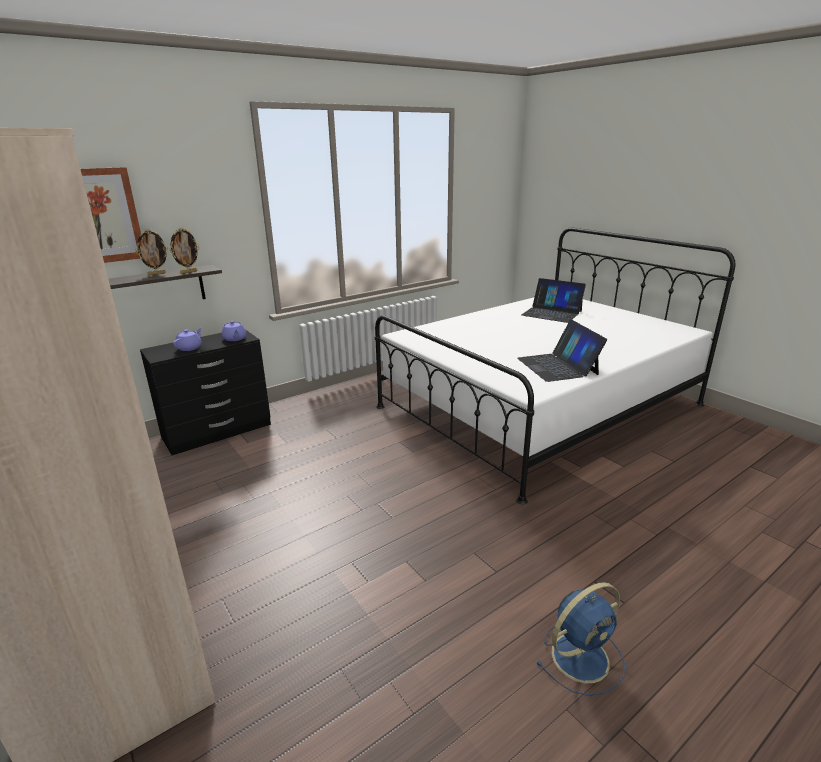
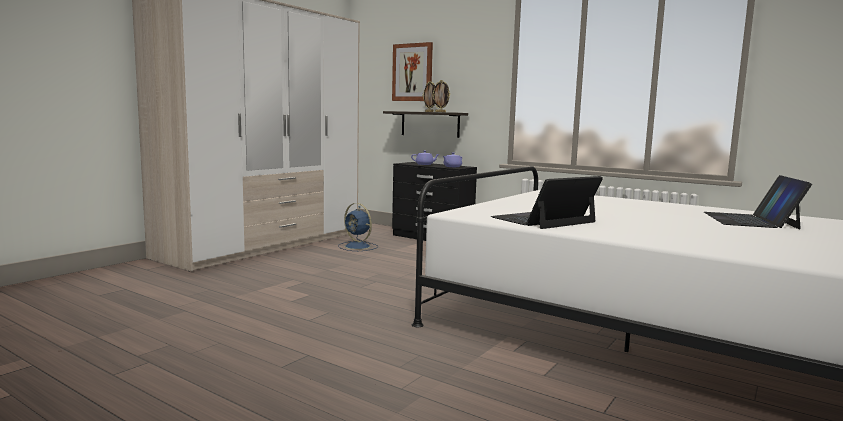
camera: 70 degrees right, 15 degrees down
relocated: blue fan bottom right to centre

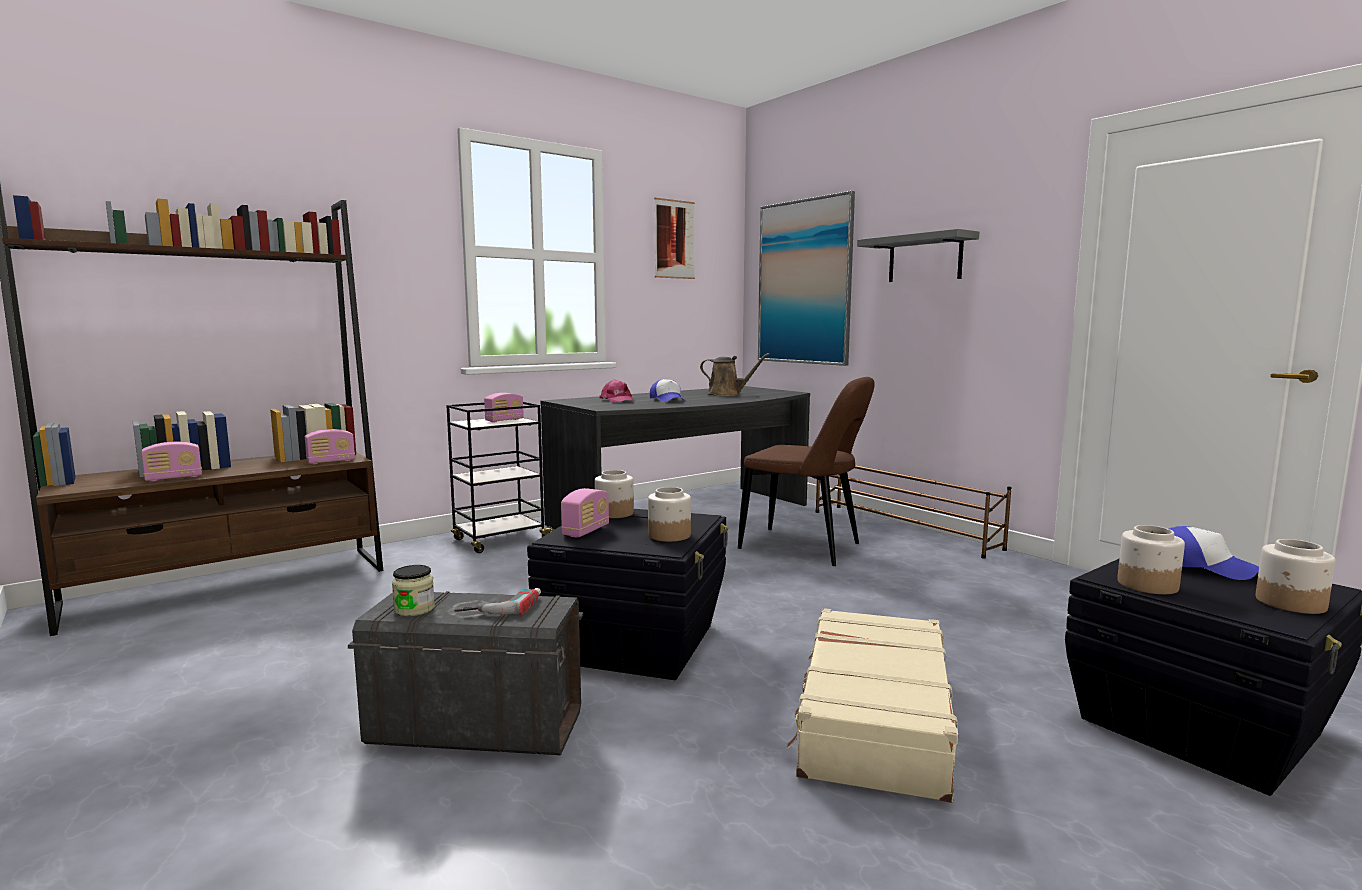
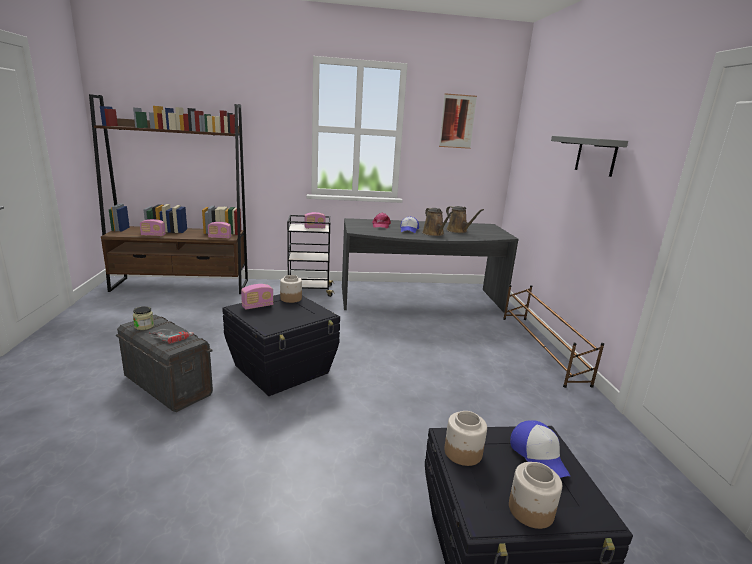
camera: 30 degrees right, 10 degrees up
missing: jar (no. 3 from left) centre; brown chair centre; picture (no. 2 from left) top centre; beige suitcase bottom centre
appeared: brown watering can (no. 1 from left) centre

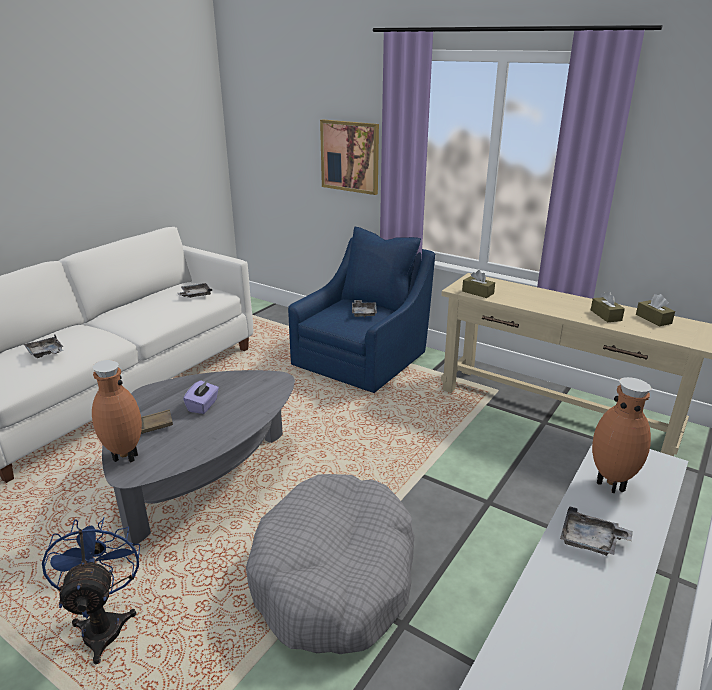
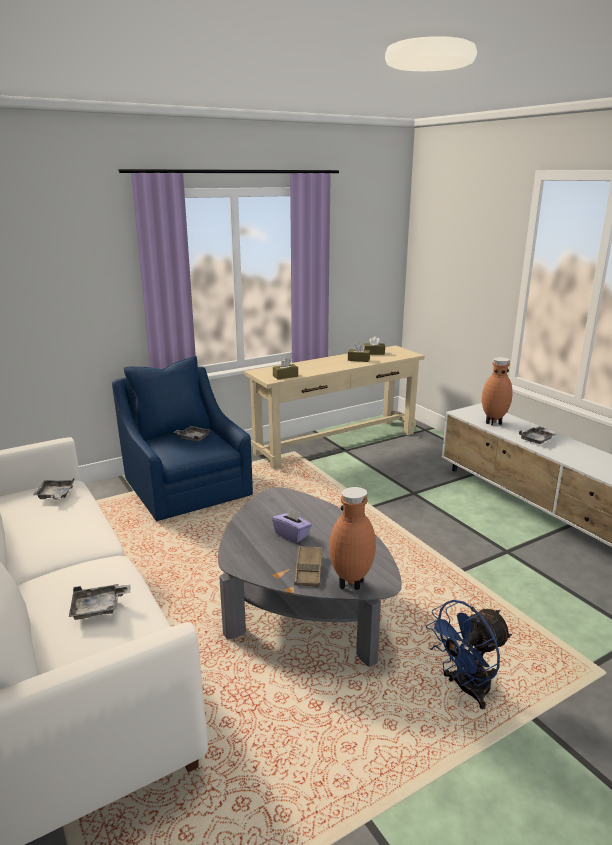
camera: 65 degrees left, 5 degrees down
missing: grey dog bed bottom centre; picture top centre
spun: blue fan bottom left = bottom right 45 degrees counterclockwise

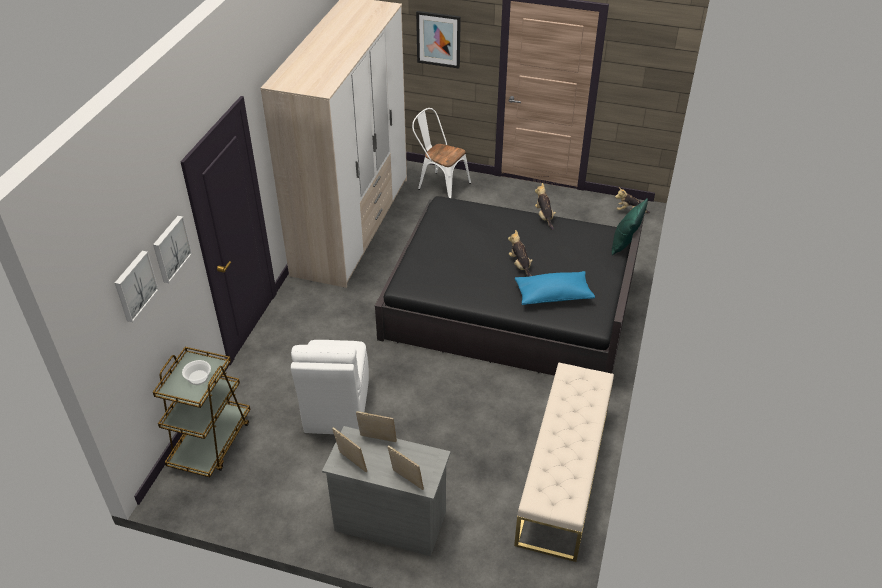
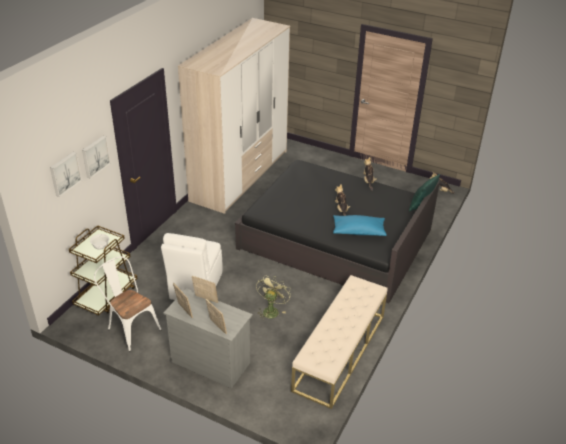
camera: 10 degrees right, 5 degrees down
missing: picture (no. 3 from left) top centre
appeared: green fan bottom centre
relocated: white chair (no. 2 from left in the first image) top centre to white chair (no. 1 from left) bottom left

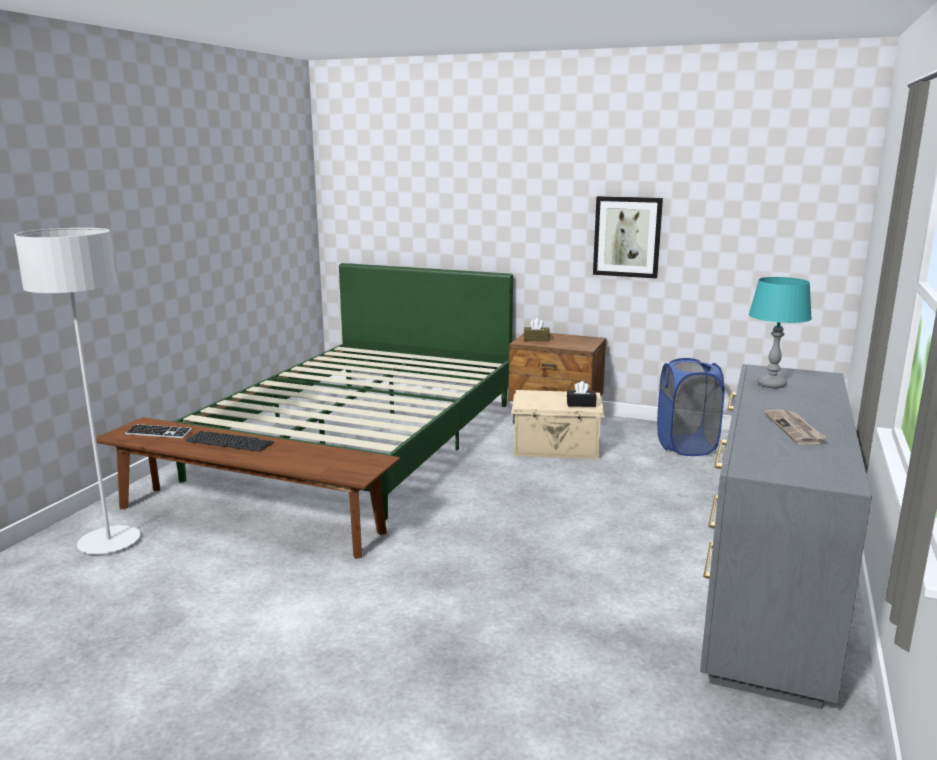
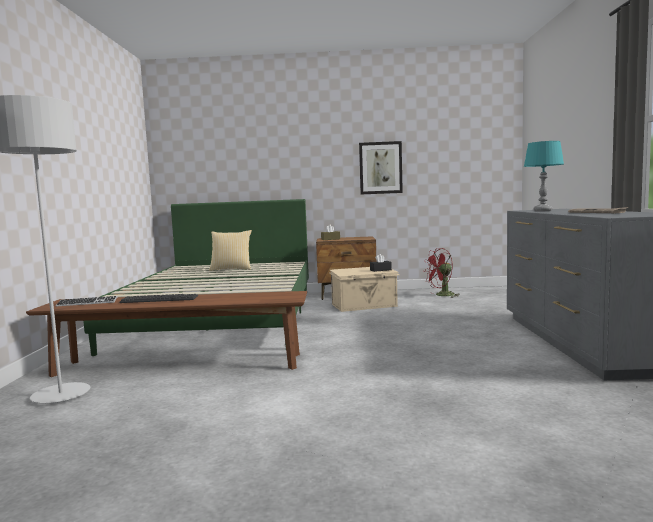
camera: 20 degrees left, 10 degrees down
appeared: pillow centre
exchanged: blue laundry basket middle right to red fan middle right

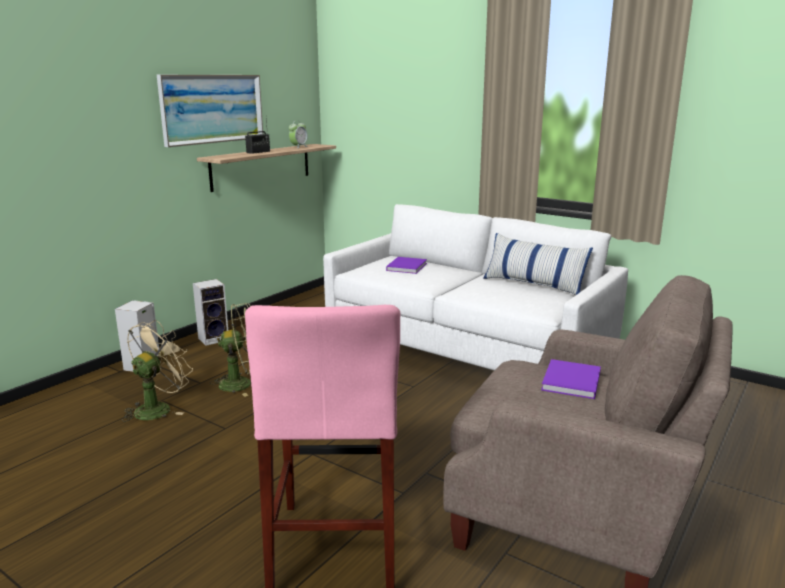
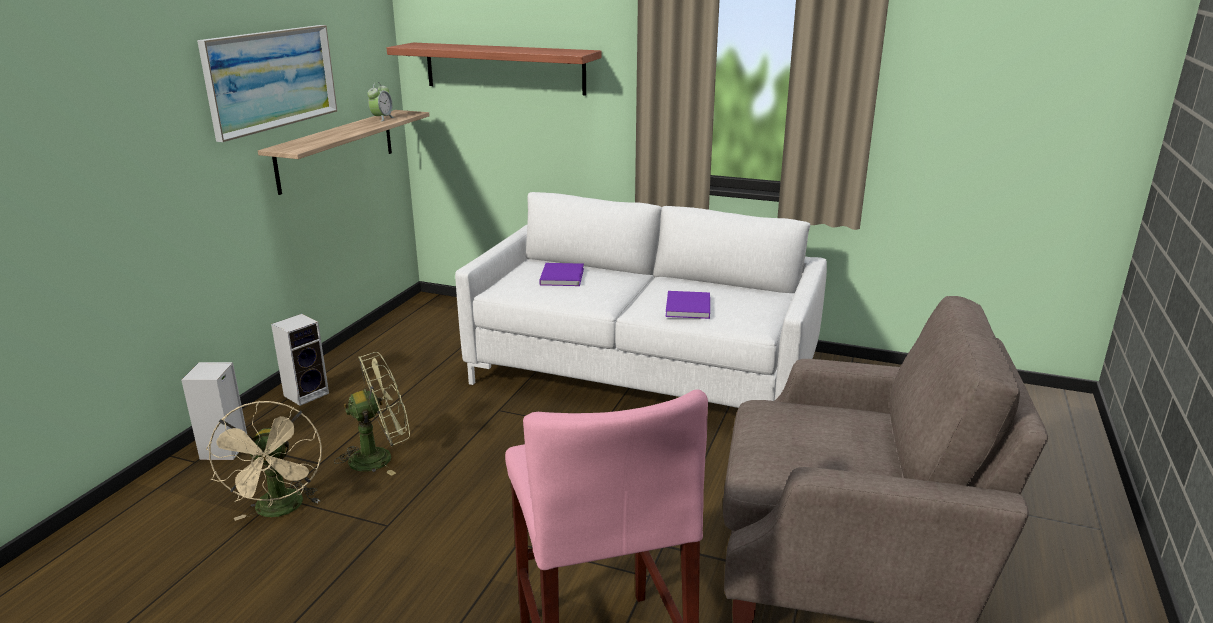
camera: 15 degrees left, 5 degrees up
missing: radio top left; pillow middle right
appeared: shelf (no. 2 from left) top centre
relocated: purple book (no. 2 from left) middle right to centre
spun: beige fan middle left = bottom left 150 degrees clockwise

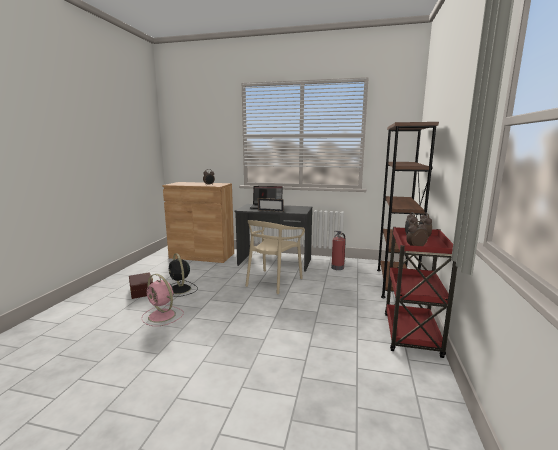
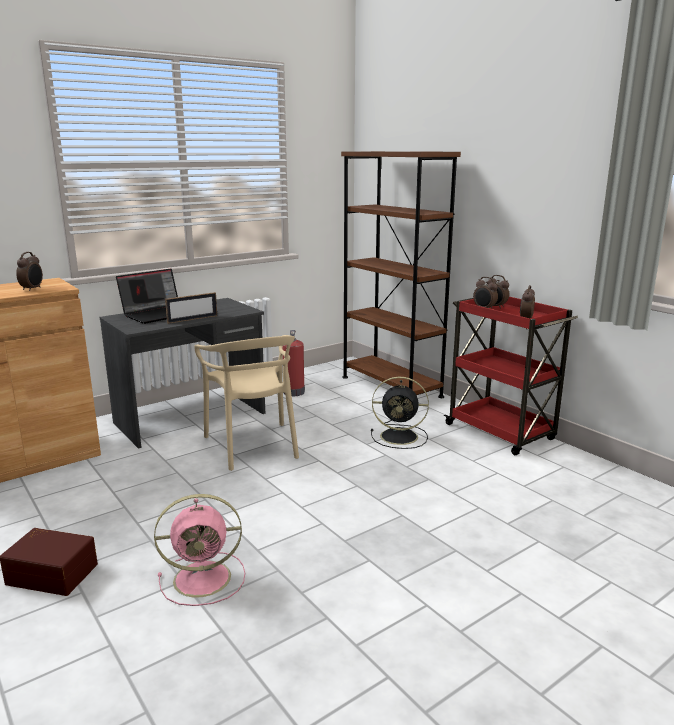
camera: 50 degrees left, 5 degrees up
relocated: black fan middle left to centre

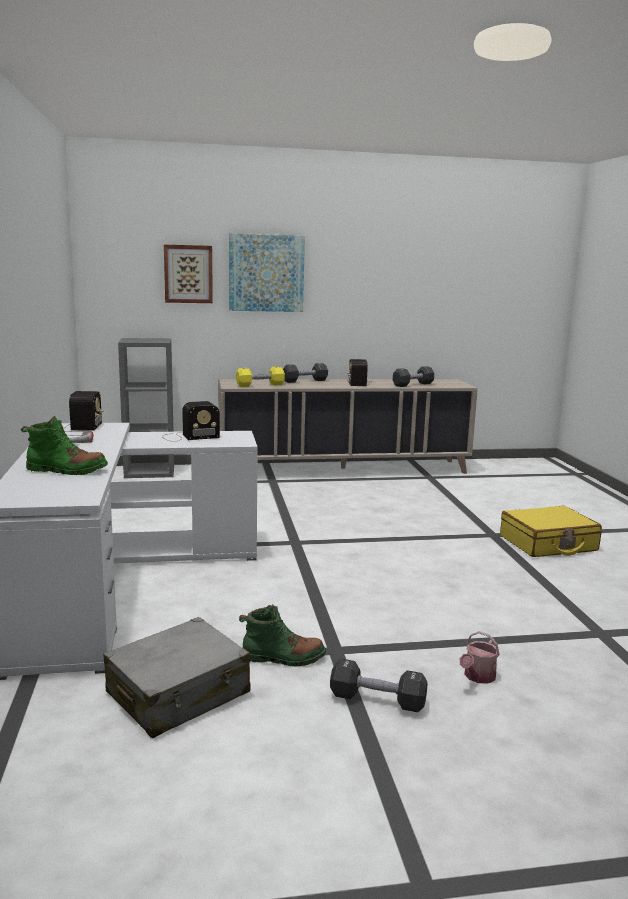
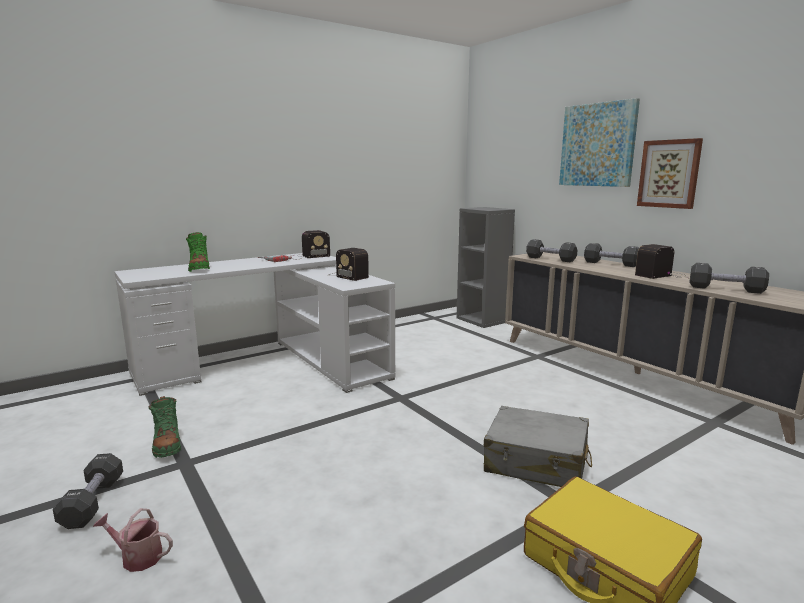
camera: 65 degrees right, 0 degrees up
relocated: grey suitcase bottom left to bottom right; picture (no. 1 from left in the first image) top left to picture (no. 2 from left) top right
colour: yellow dumbbell centre to black dumbbell (no. 2 from left) middle right

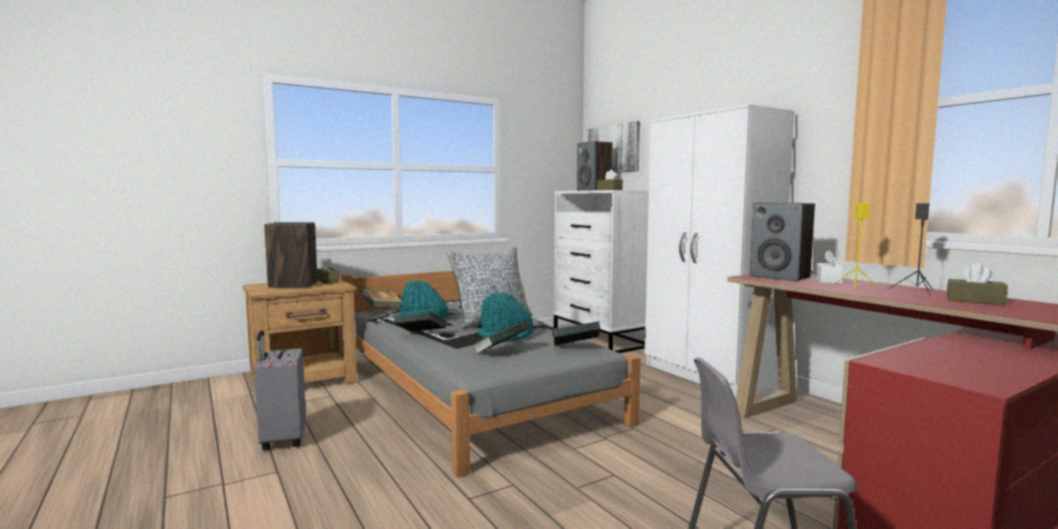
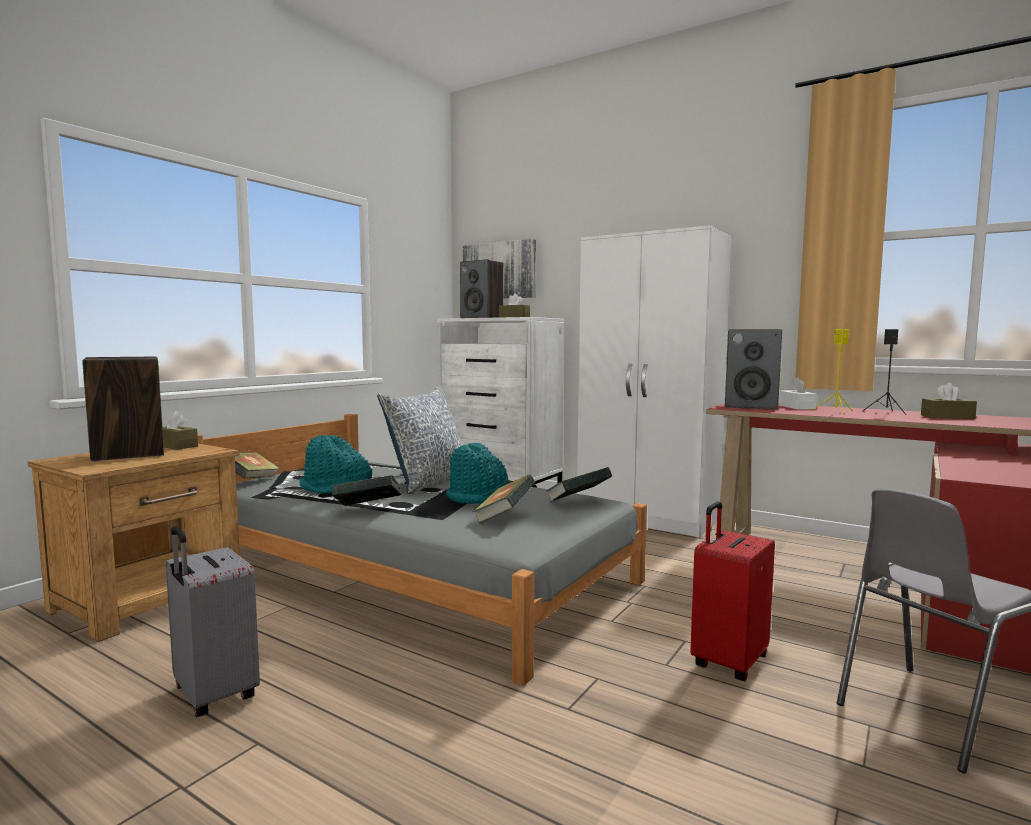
camera: 25 degrees left, 0 degrees up
appeared: red suitcase bottom right

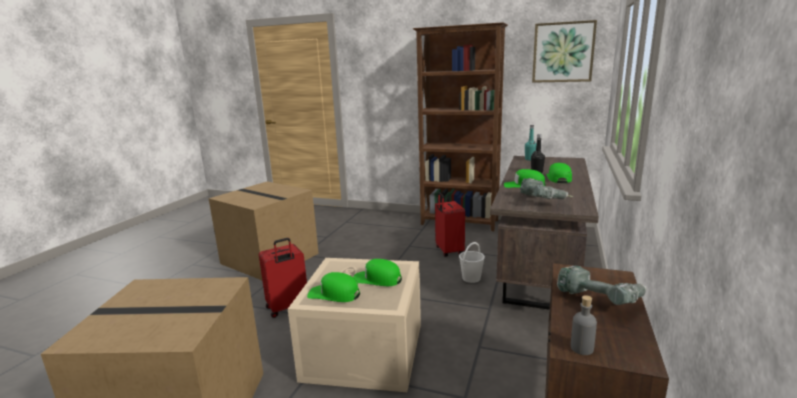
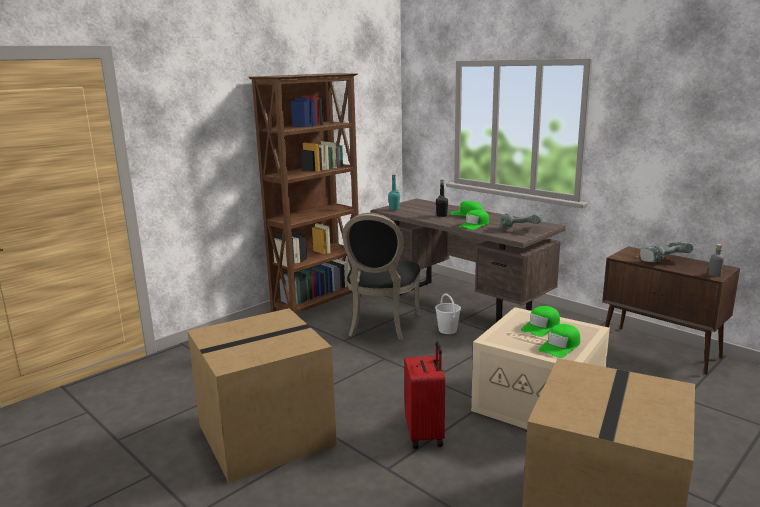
camera: 65 degrees left, 0 degrees up
missing: picture top right
exchanged: red suitcase (no. 2 from left) centre to black chair centre

